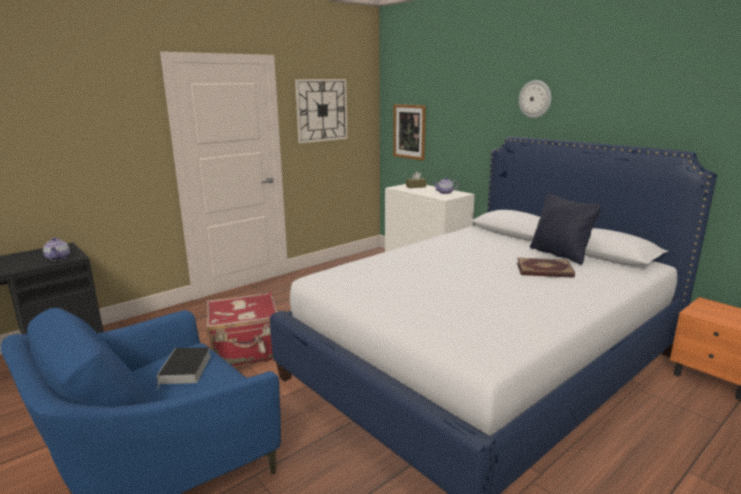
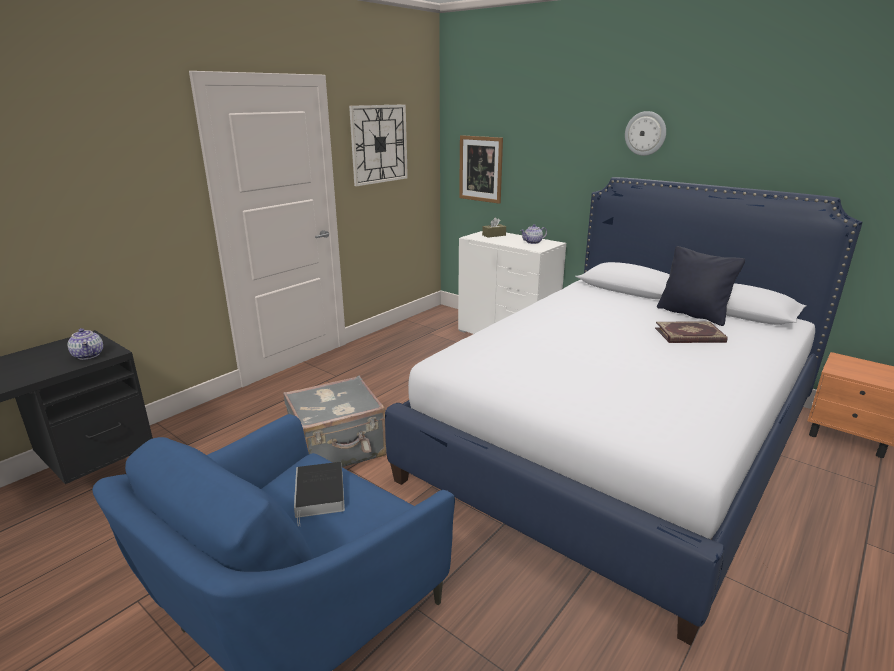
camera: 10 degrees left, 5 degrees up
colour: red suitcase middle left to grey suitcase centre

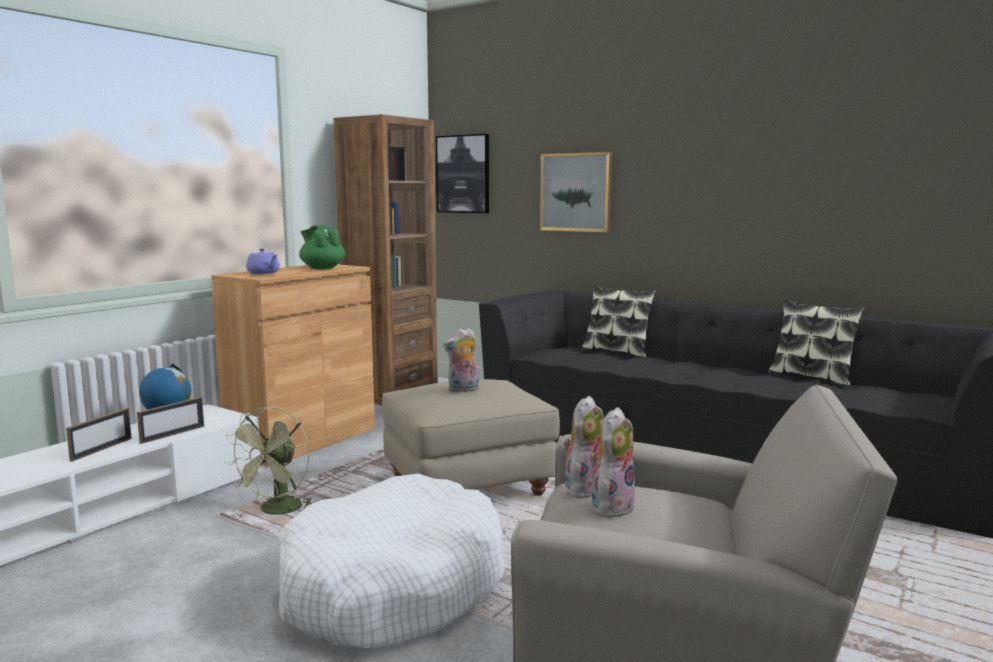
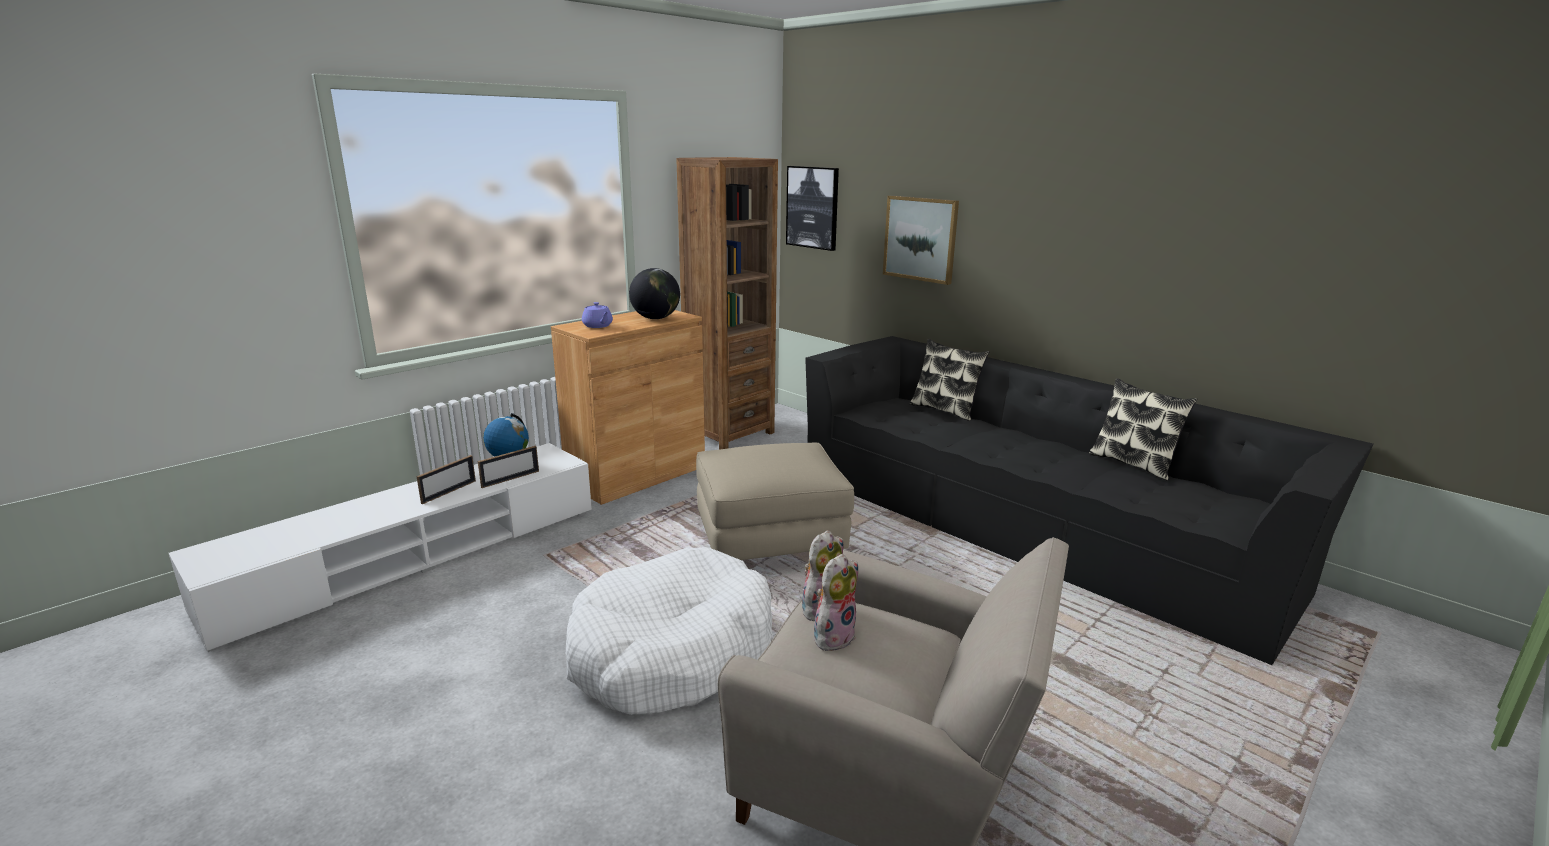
camera: 10 degrees right, 10 degrees up
missing: green fan bottom left; plush toy (no. 1 from left) centre
exchanged: green teapot middle left to globe (no. 2 from left) centre

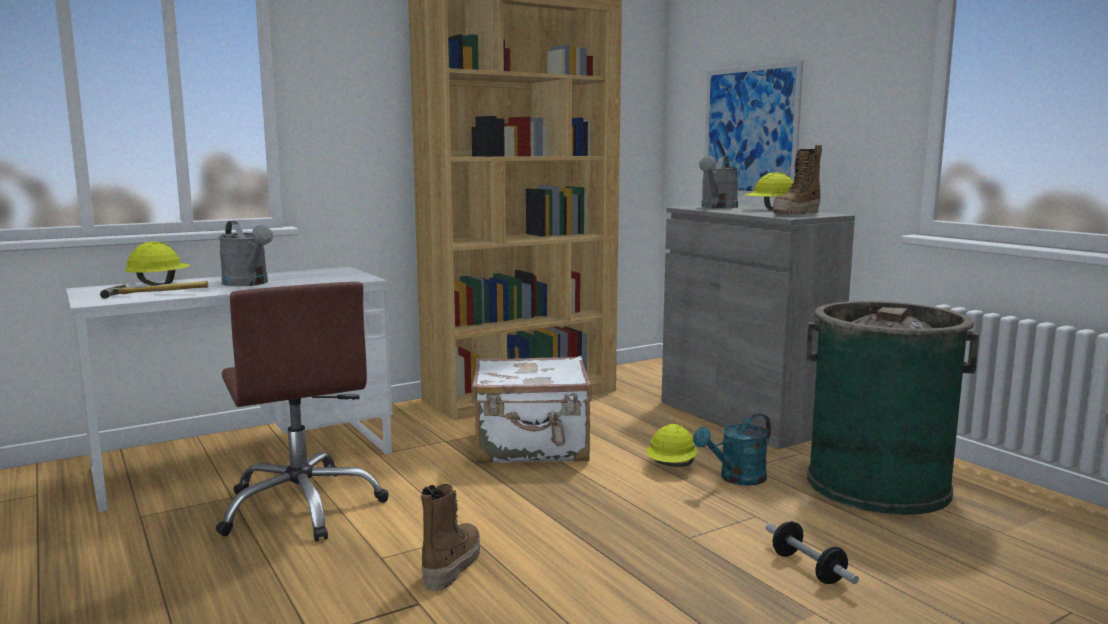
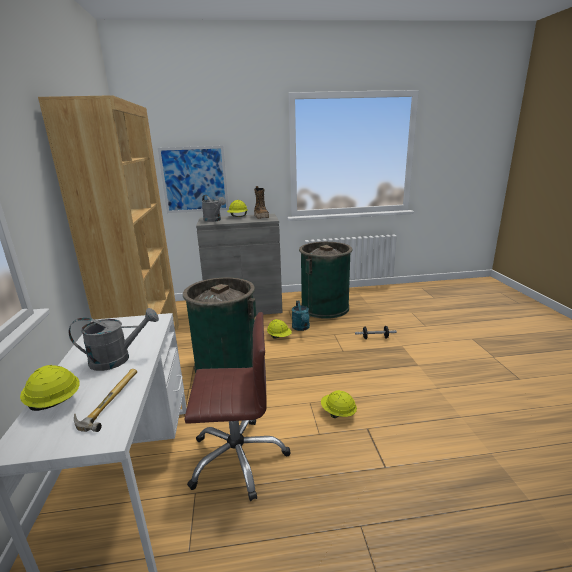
camera: 65 degrees left, 10 degrees up
exchanged: boot (no. 1 from left) bottom centre to yellow hard hat (no. 4 from left) bottom centre; white suitcase centre to green trash can (no. 1 from left) centre

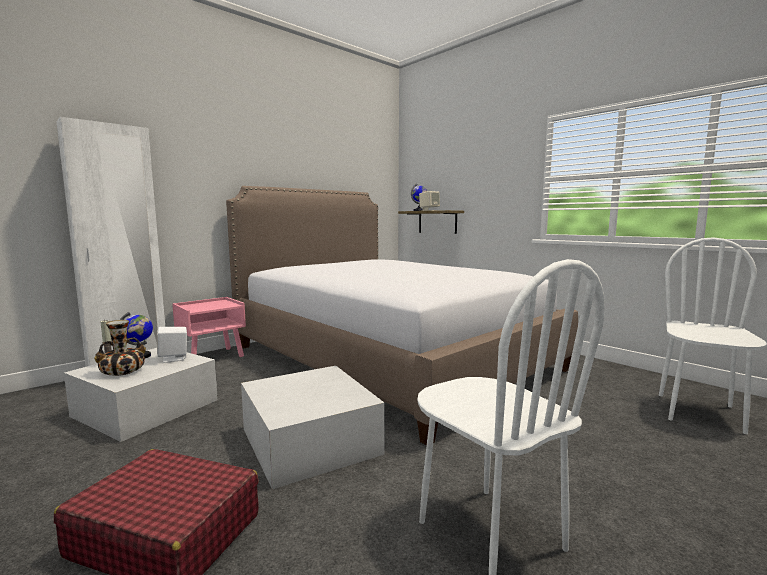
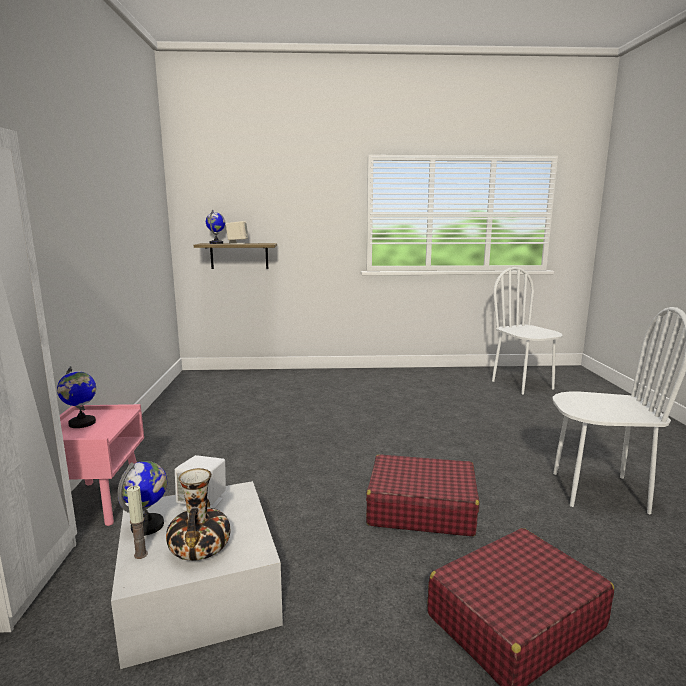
camera: 50 degrees left, 5 degrees up
missing: bed centre
appeared: globe (no. 1 from left) middle left
exchanged: white storage box (no. 2 from left) bottom centre to red suitcase (no. 1 from left) bottom centre

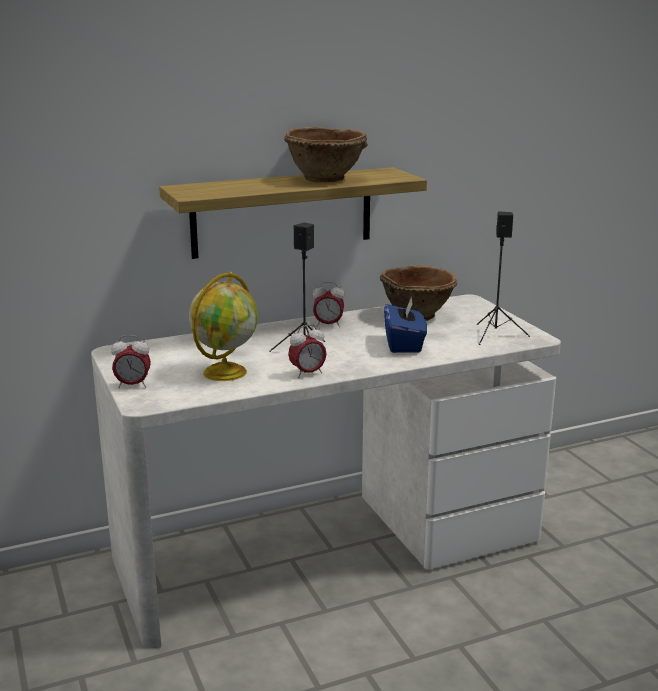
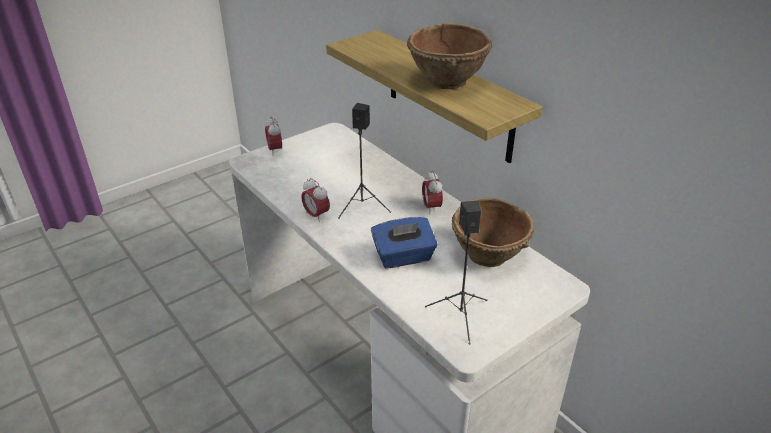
camera: 75 degrees right, 15 degrees up
missing: globe centre

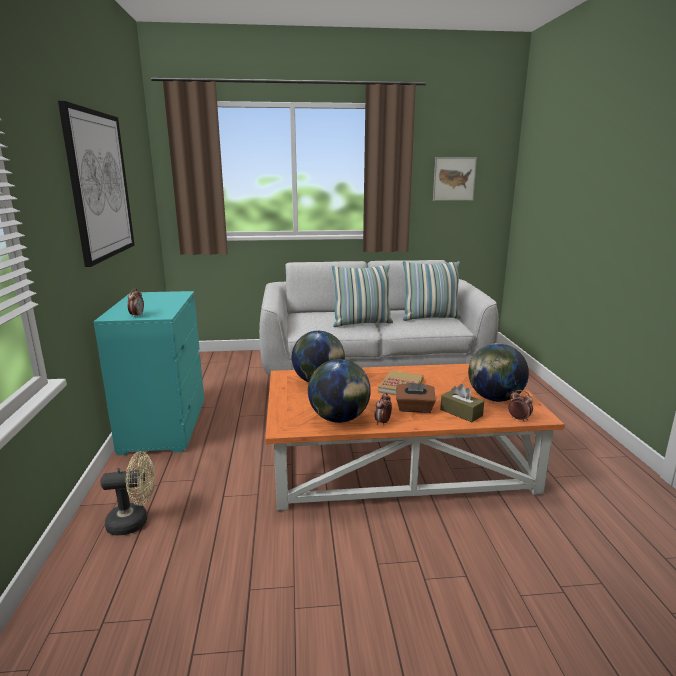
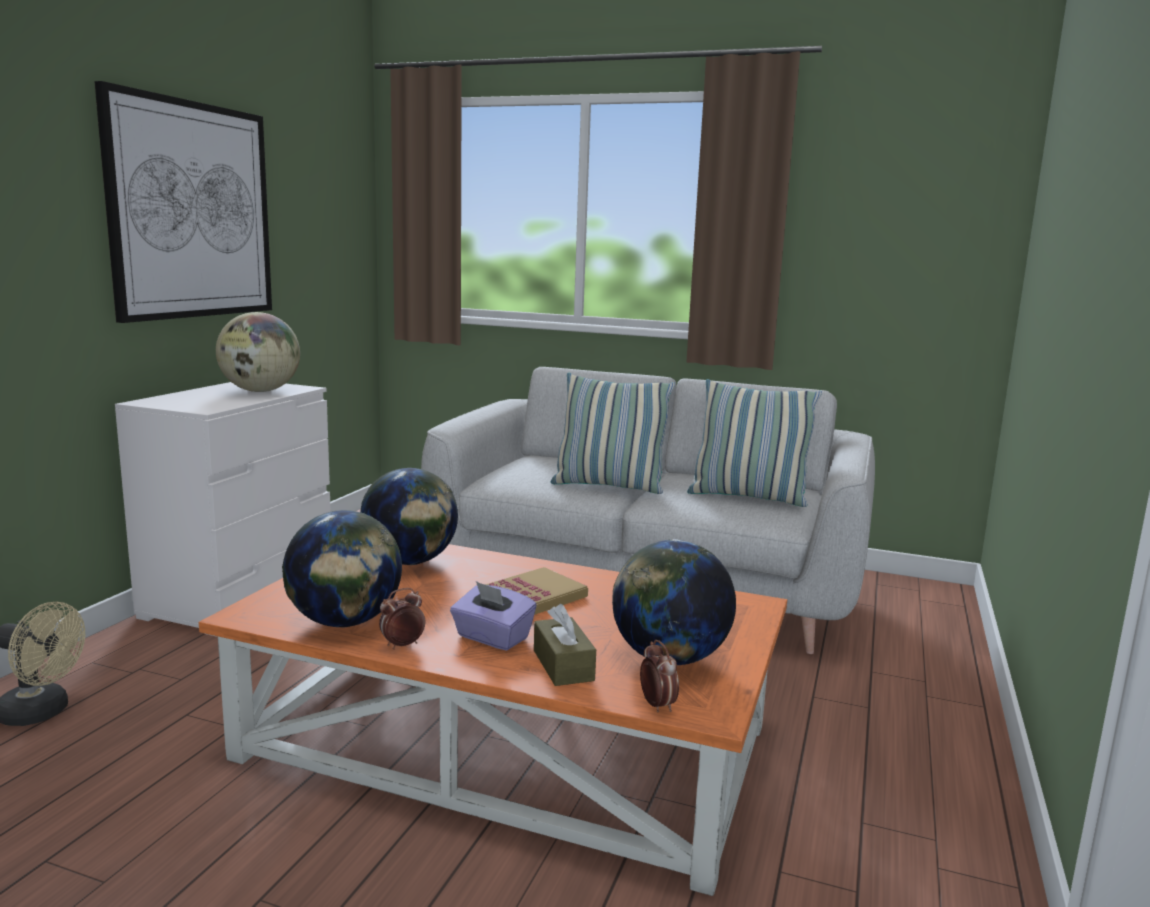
camera: 25 degrees right, 5 degrees down
missing: alarm clock (no. 1 from left) middle left; picture (no. 2 from left) top right
appeared: globe (no. 1 from left) middle left
colour: turquoise dresser middle left to white dresser middle left; brown tissue box (no. 1 from left) centre to purple tissue box bottom centre

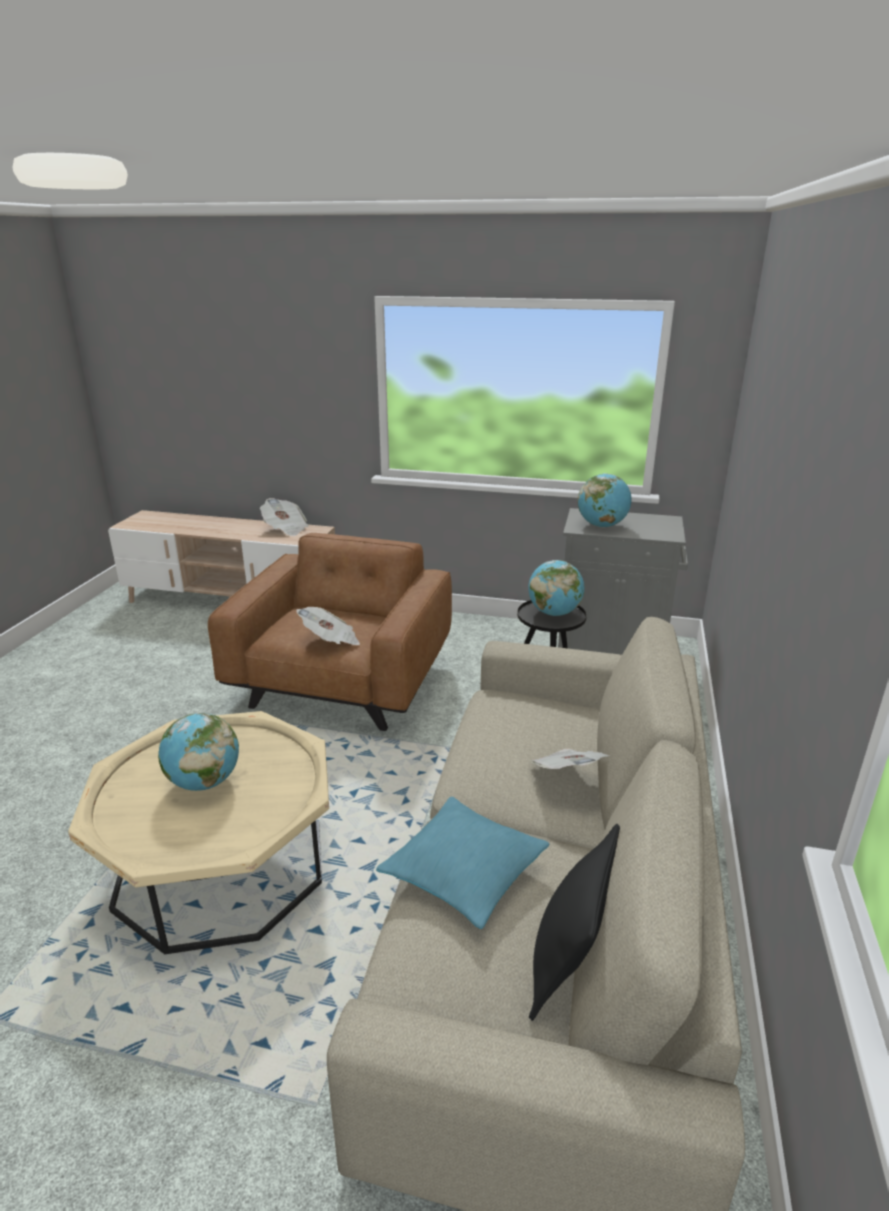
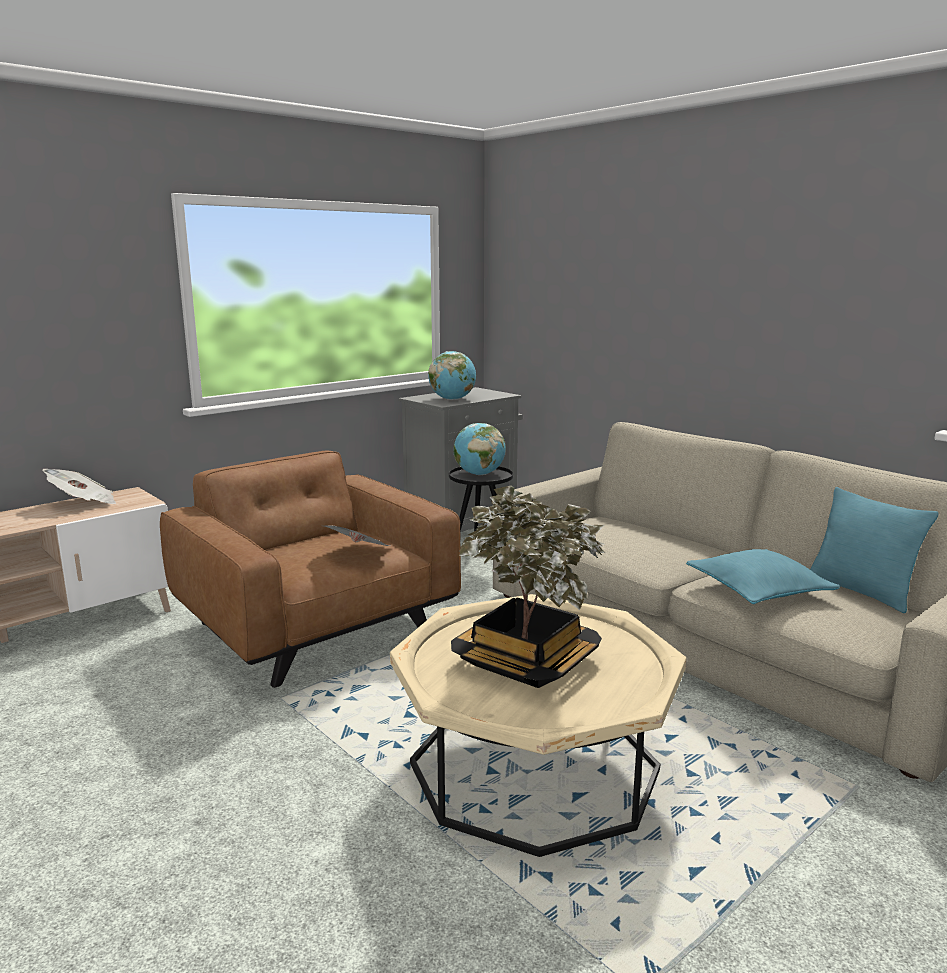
camera: 55 degrees left, 10 degrees down
missing: newspaper (no. 3 from left) centre
exchanged: globe (no. 1 from left) middle left to potted plant centre
colour: black pillow bottom centre to turquoise pillow (no. 2 from left) middle right

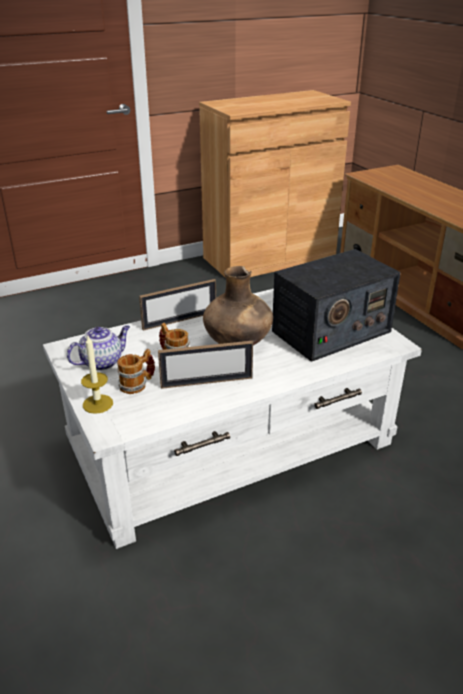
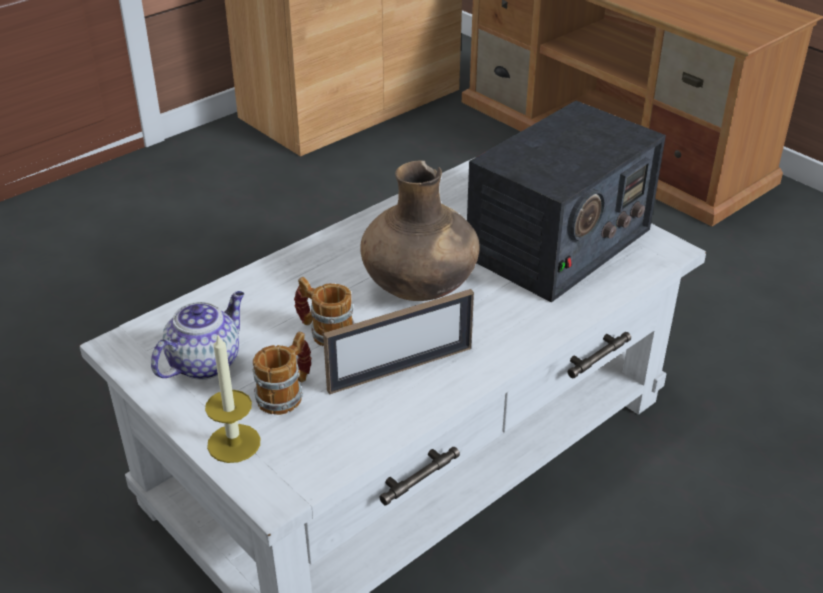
camera: 15 degrees left, 5 degrees up
missing: picture frame (no. 1 from left) centre

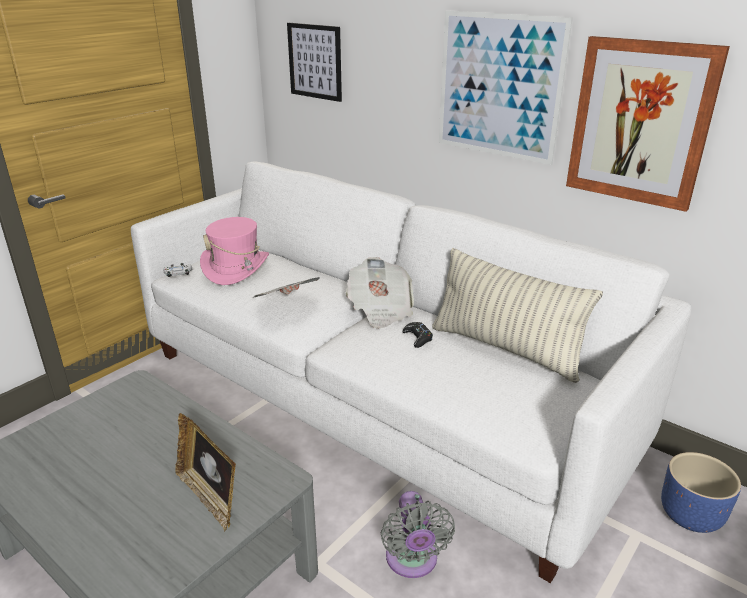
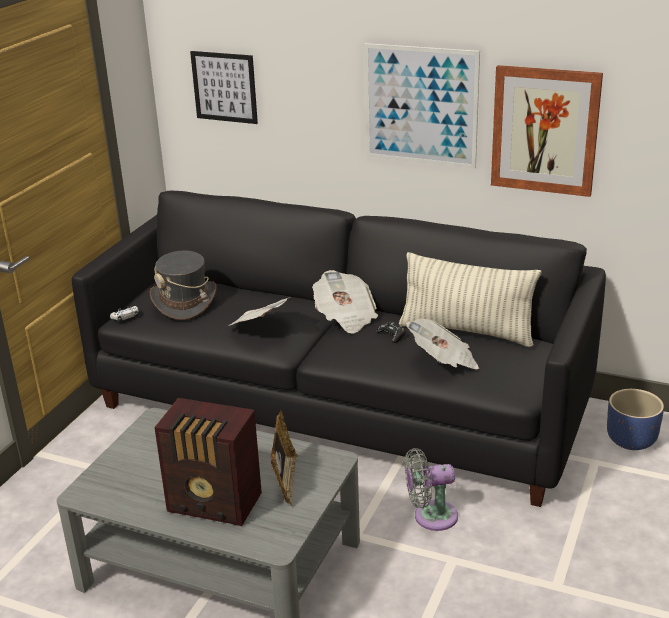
camera: 15 degrees left, 0 degrees up
appeared: radio bottom left; newspaper (no. 3 from left) centre
colour: white sofa centre to black sofa centre; pink hat middle left to grey hat middle left
spun: picture frame bottom left = bottom centre 120 degrees counterclockwise; grey fan bottom centre = bottom centre 105 degrees clockwise

